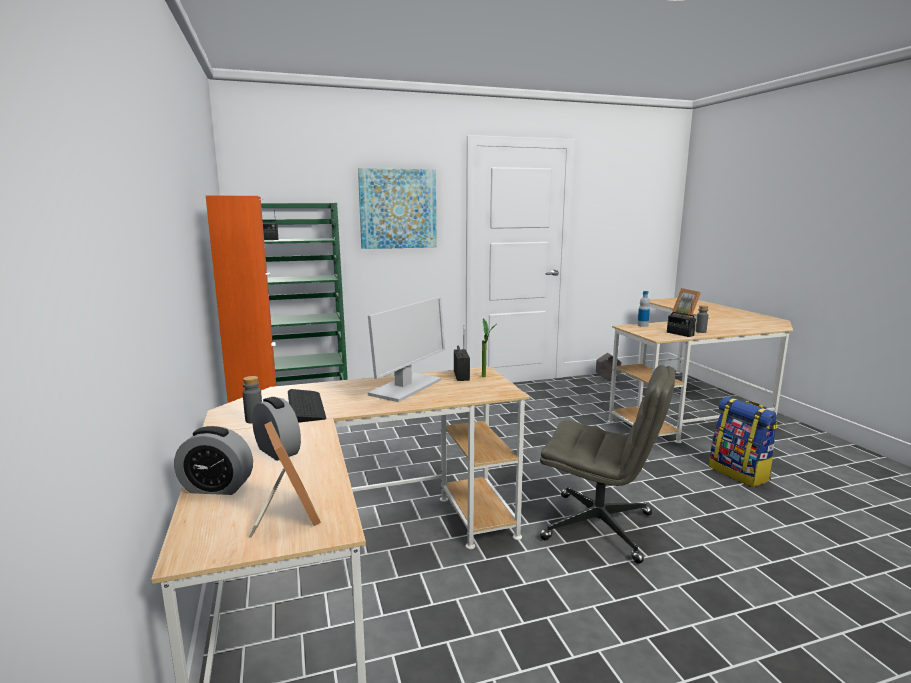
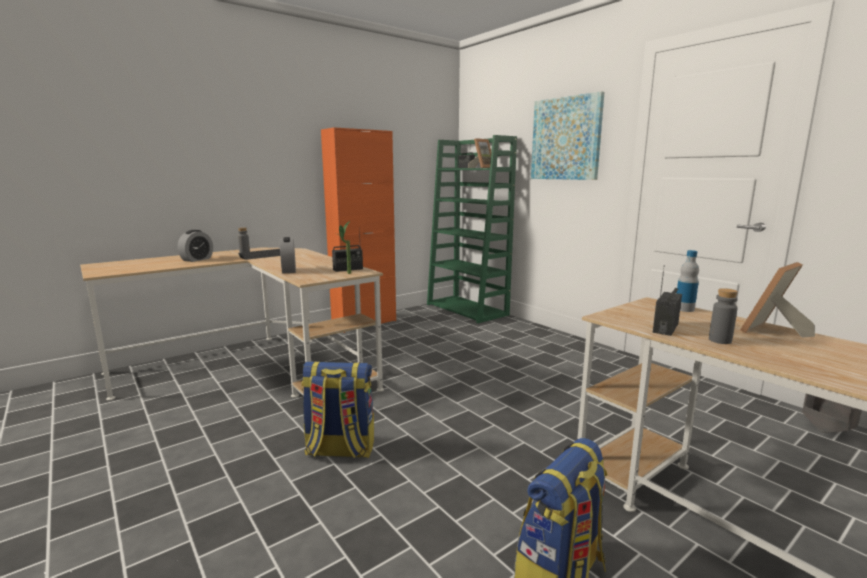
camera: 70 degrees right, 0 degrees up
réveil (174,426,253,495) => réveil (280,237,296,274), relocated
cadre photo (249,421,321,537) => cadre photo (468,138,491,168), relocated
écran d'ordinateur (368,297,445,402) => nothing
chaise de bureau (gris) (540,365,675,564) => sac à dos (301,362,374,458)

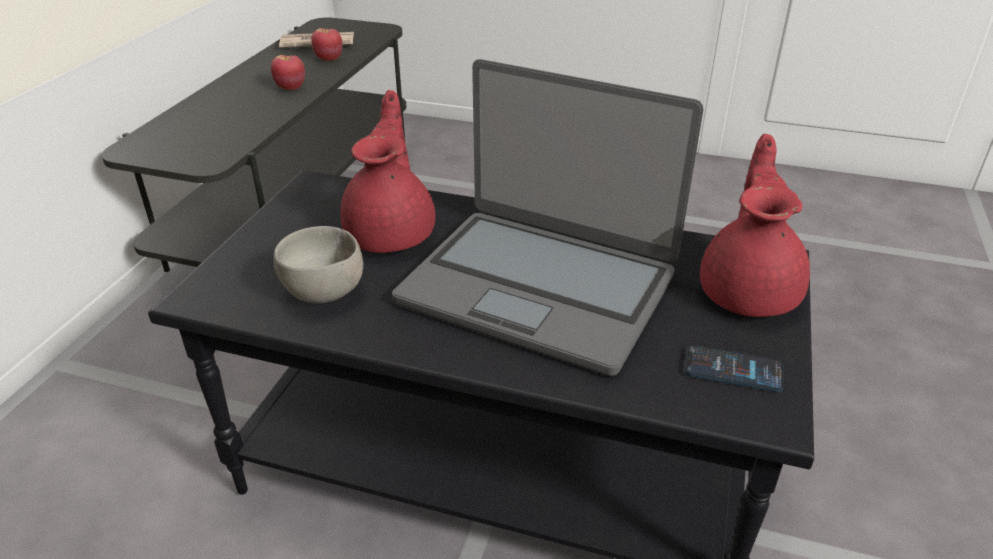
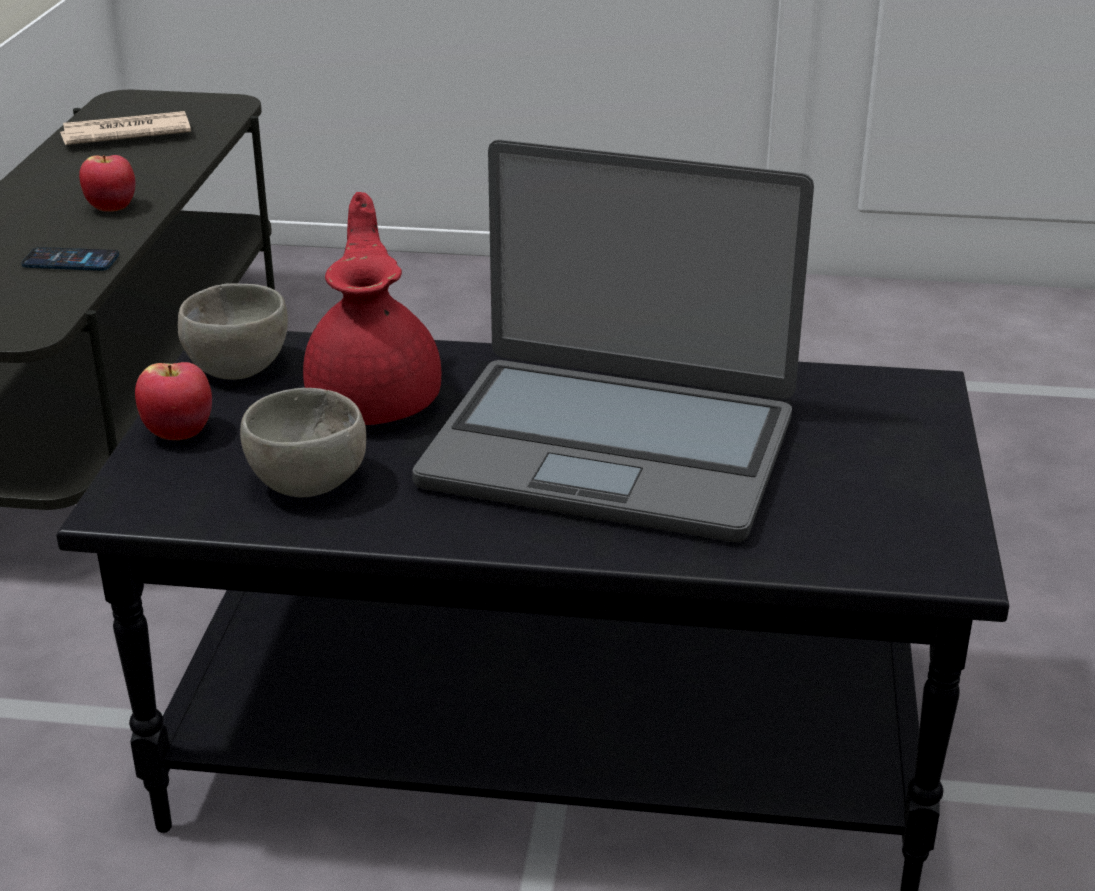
camera: 10 degrees left, 5 degrees down
pomme (311,28,343,61) => pomme (135,362,212,440), relocated
téléphone (684,345,784,392) => téléphone (21,247,119,271), relocated
théière (rouge) (700,134,810,317) => nothing
nothing => bol (gris) (178,283,288,380)

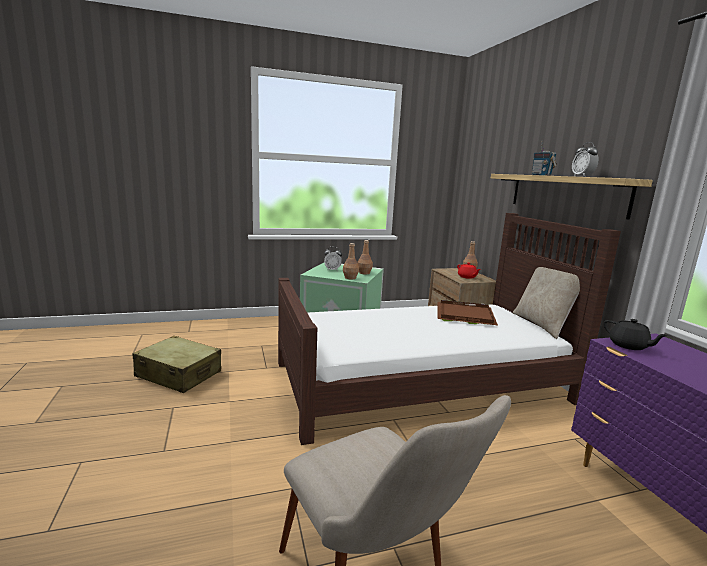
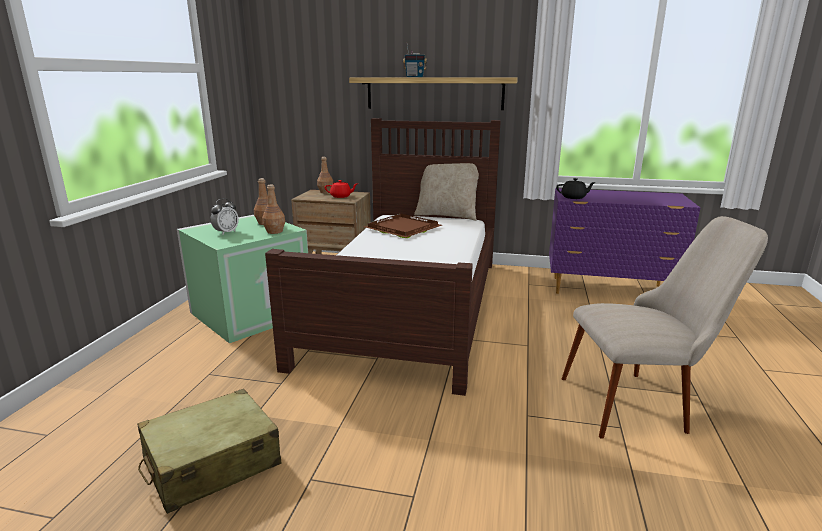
camera: 60 degrees left, 5 degrees up
réveil (572,142,599,177) => nothing

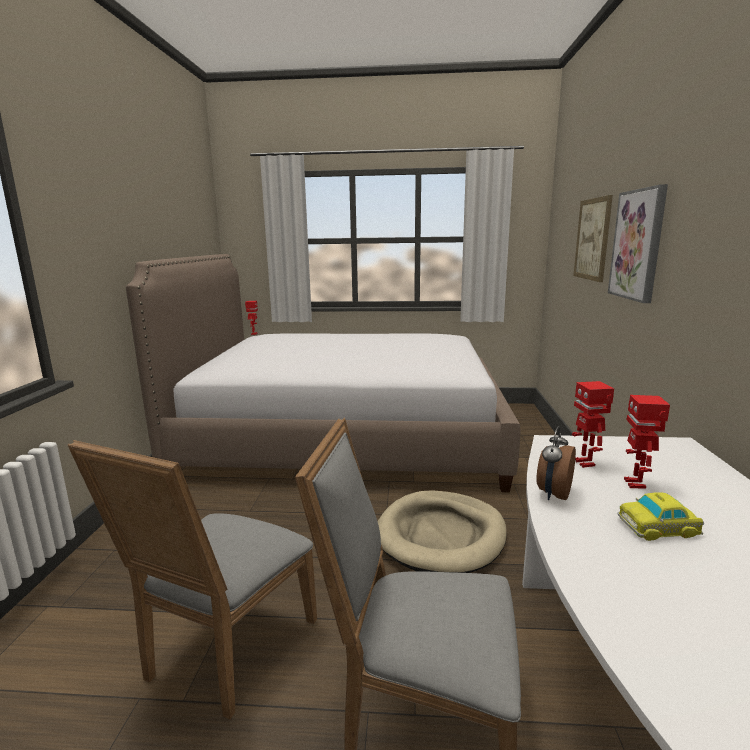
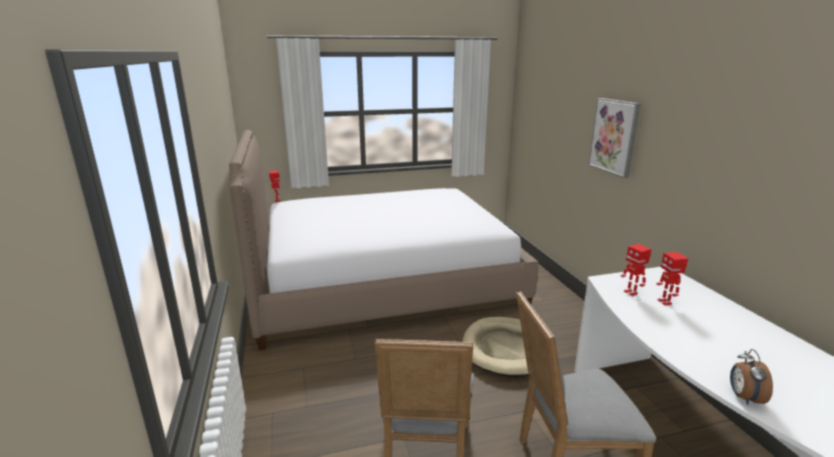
camera: 20 degrees left, 5 degrees up
réveil (536,426,576,500) => réveil (730,349,773,405), relocated
tableau (573,195,613,282) => nothing
petite voiture (618,492,704,541) => nothing

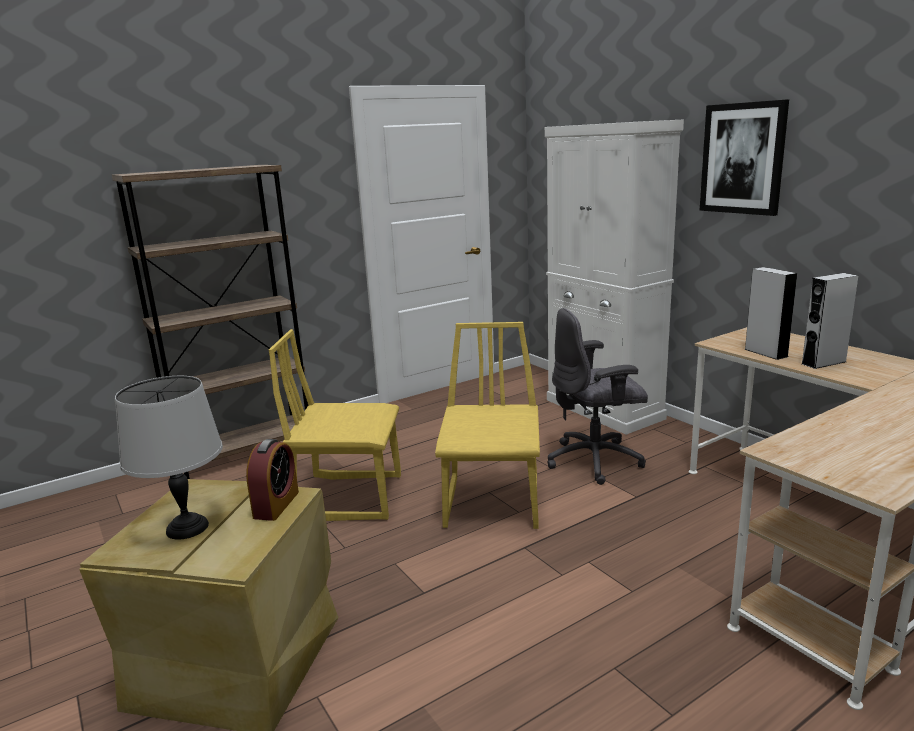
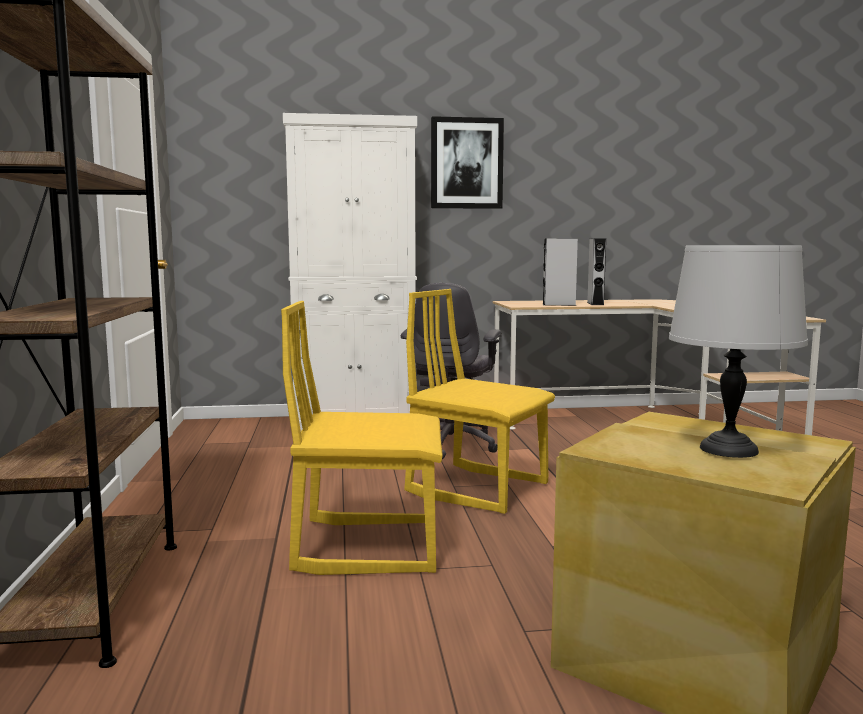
camera: 65 degrees left, 10 degrees down
réveil (246,439,299,521) => nothing
chaise (jaune) (269,329,401,521) => chaise (jaune) (281,301,443,575), 60 degrees clockwise

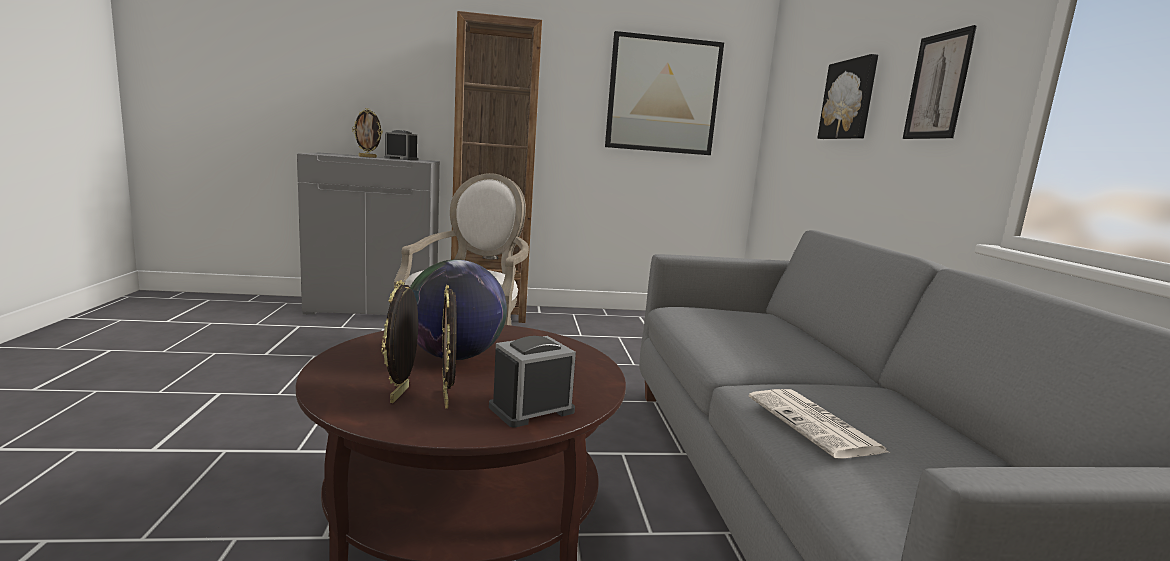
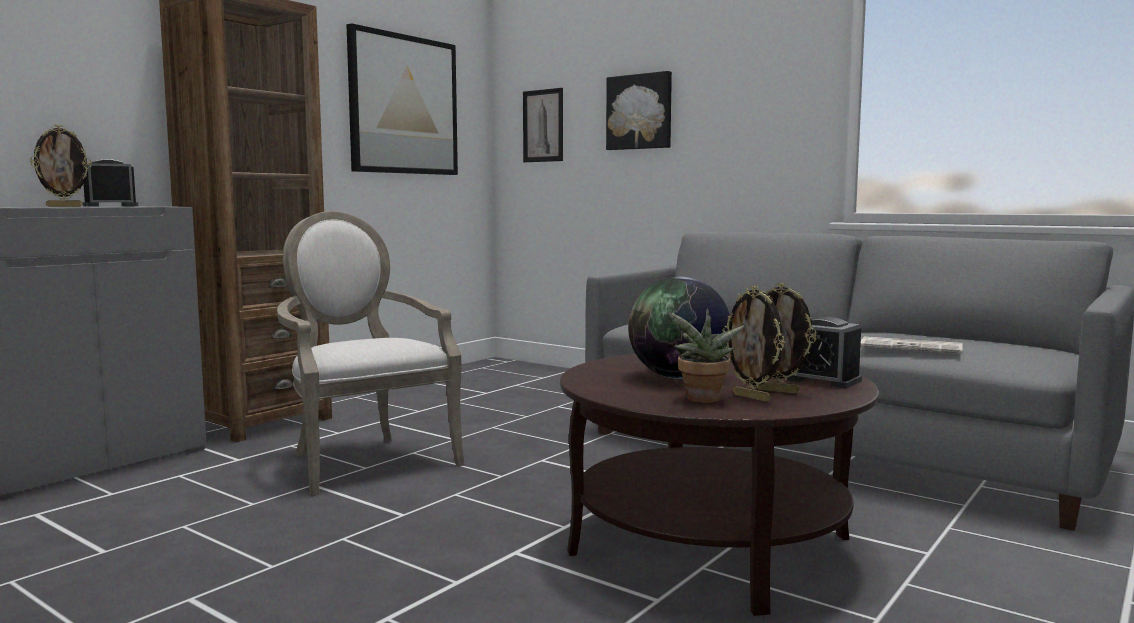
camera: 45 degrees left, 5 degrees down
réveil (489,336,576,428) => réveil (786,317,862,388), 60 degrees counterclockwise
tableau (903,25,977,139) => tableau (523,88,563,162), relocated
nothing => plante en pot (667,308,745,403)

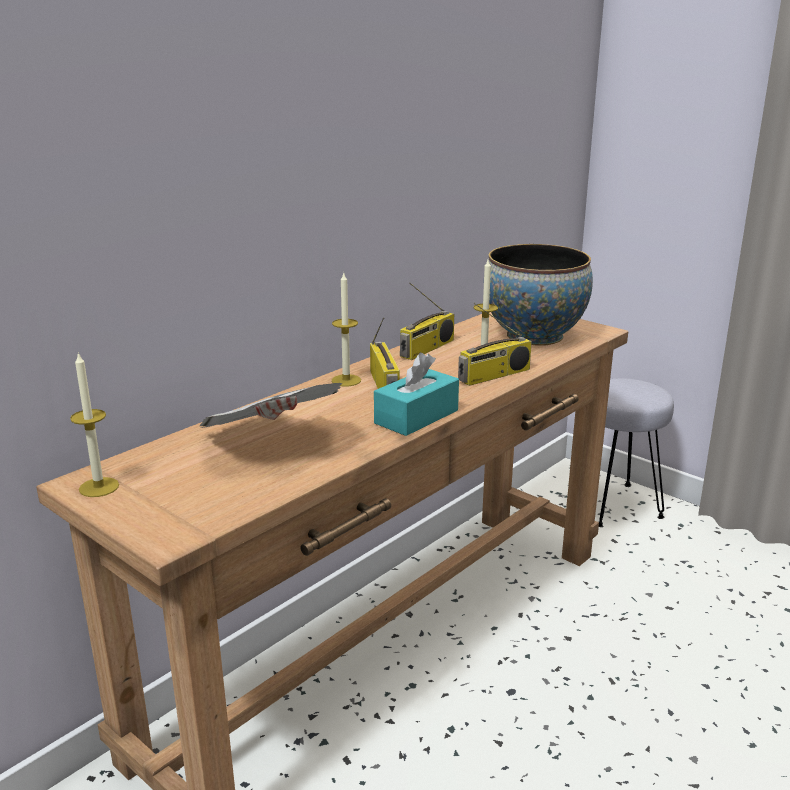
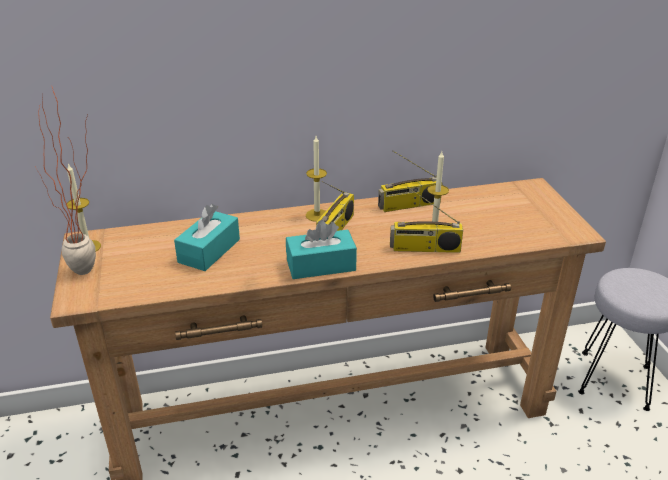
camera: 35 degrees right, 10 degrees up
journal (200,383,343,428) => boîte à mouchoirs (turquoise) (174,204,240,271)
bol (489,244,593,345) => nothing
nothing => plante en pot (35,87,96,275)

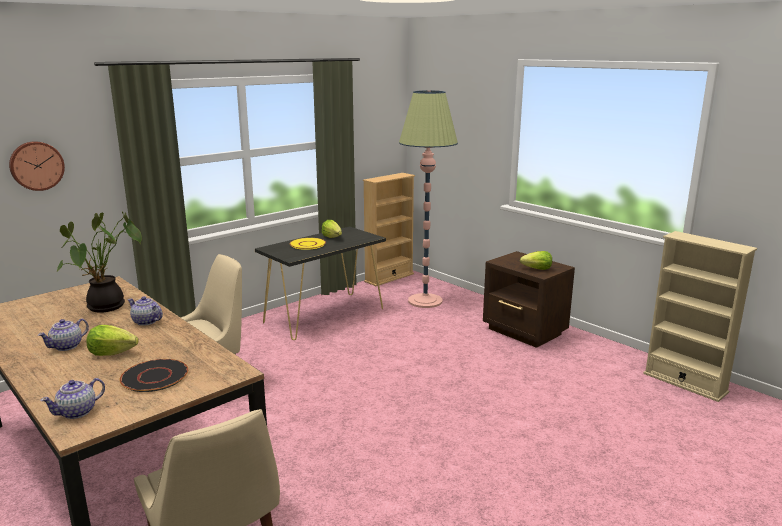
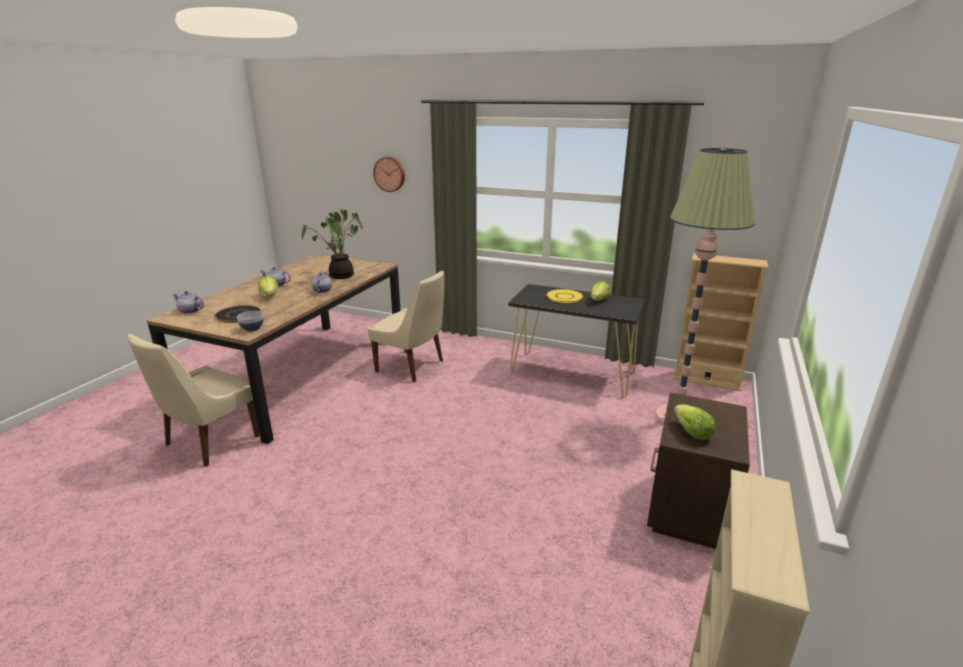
camera: 65 degrees right, 5 degrees up
nothing => bol (237,311,264,331)

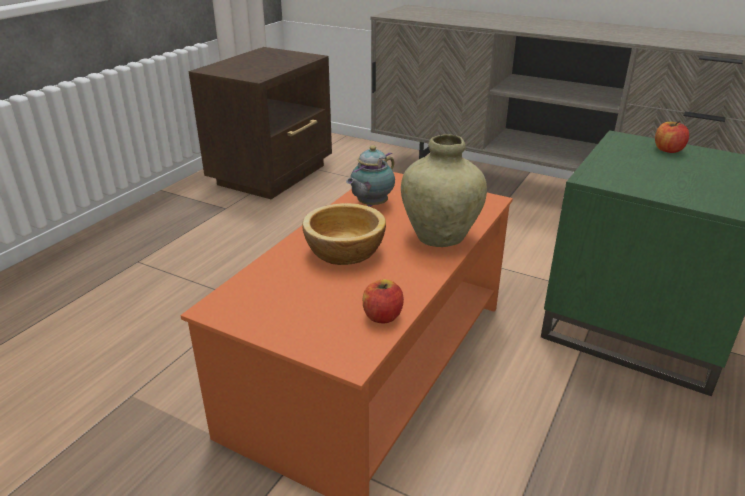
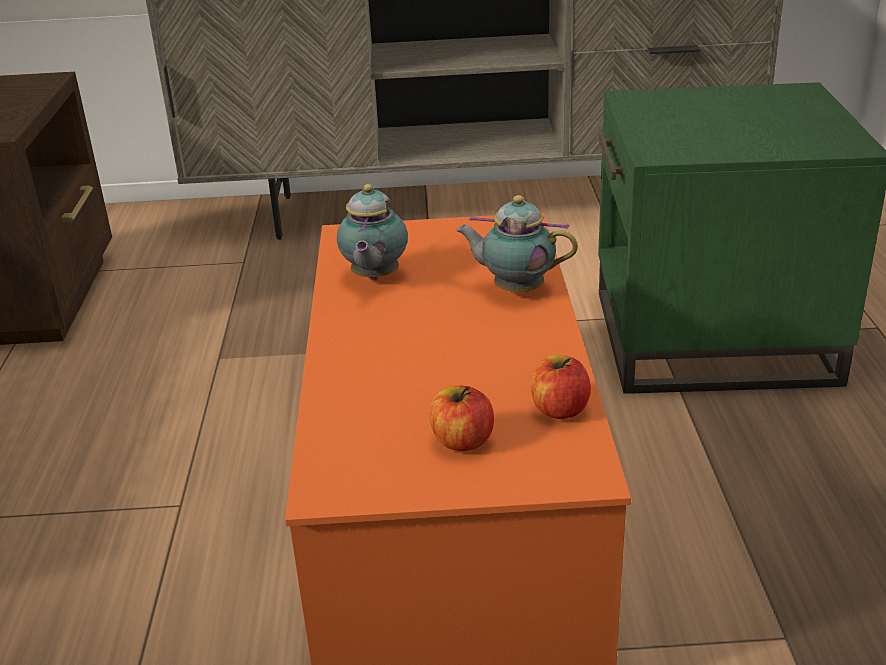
camera: 30 degrees left, 0 degrees up
bol (302,203,386,265) => nothing
vase (beige) (401,134,487,247) => théière (456,195,578,292)
pomme (655,121,689,153) => pomme (430,386,494,451), relocated

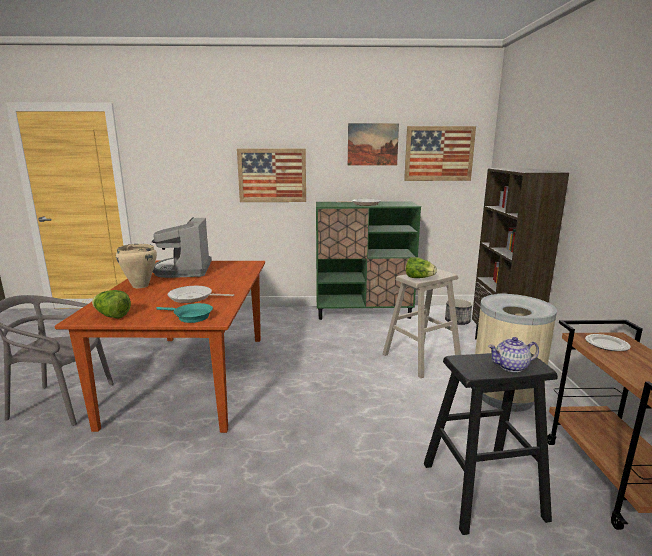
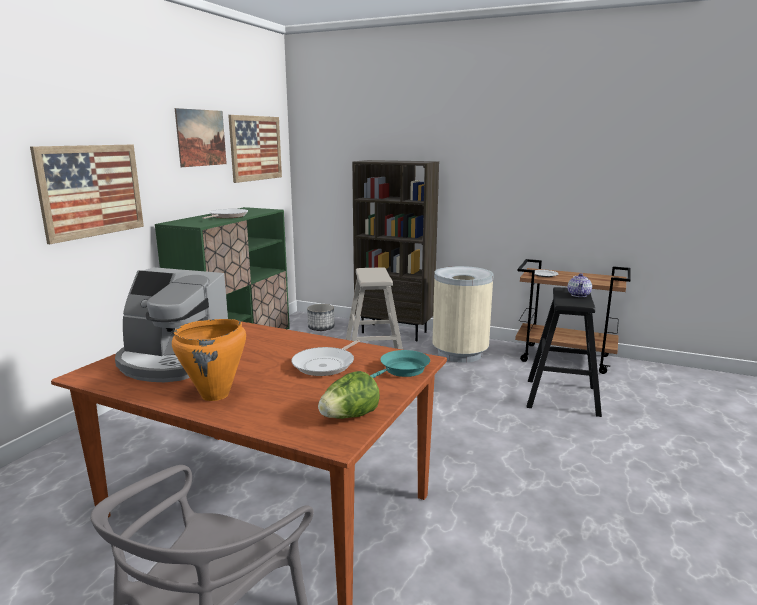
camera: 65 degrees left, 0 degrees up
marmite (beige) (116,244,157,288) => marmite (orange) (172,319,246,401)
laitue (406,257,437,278) => nothing

